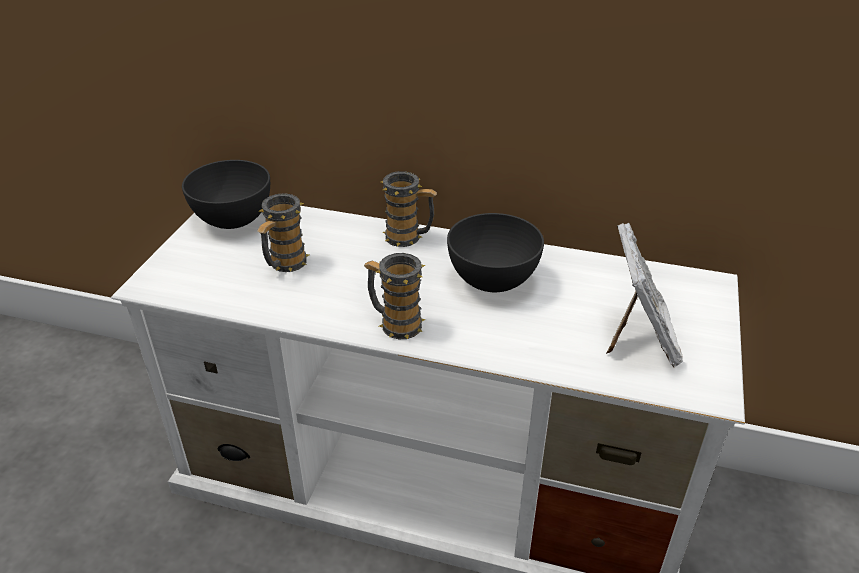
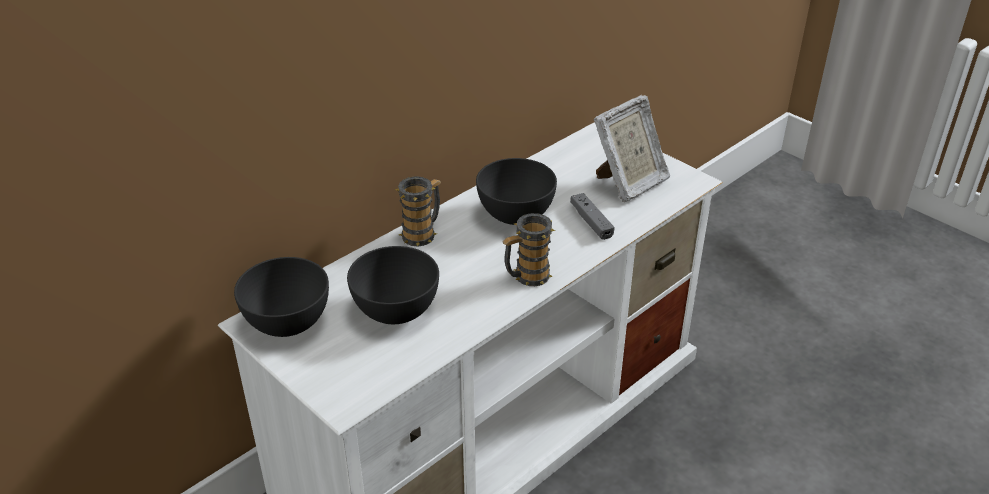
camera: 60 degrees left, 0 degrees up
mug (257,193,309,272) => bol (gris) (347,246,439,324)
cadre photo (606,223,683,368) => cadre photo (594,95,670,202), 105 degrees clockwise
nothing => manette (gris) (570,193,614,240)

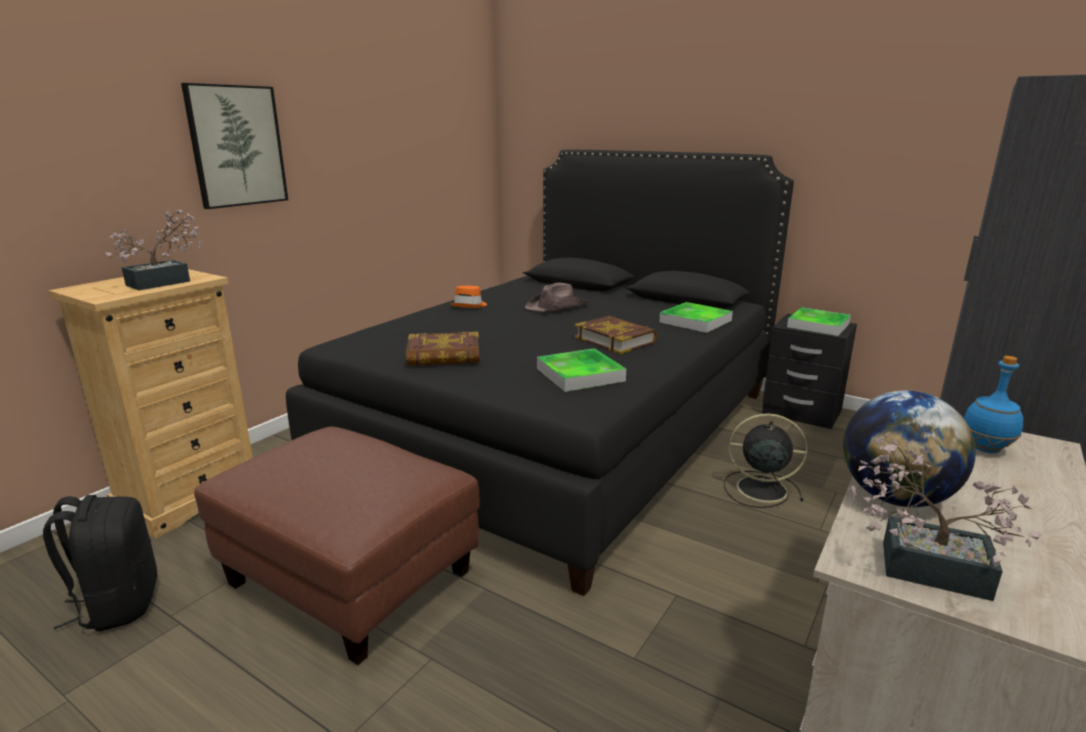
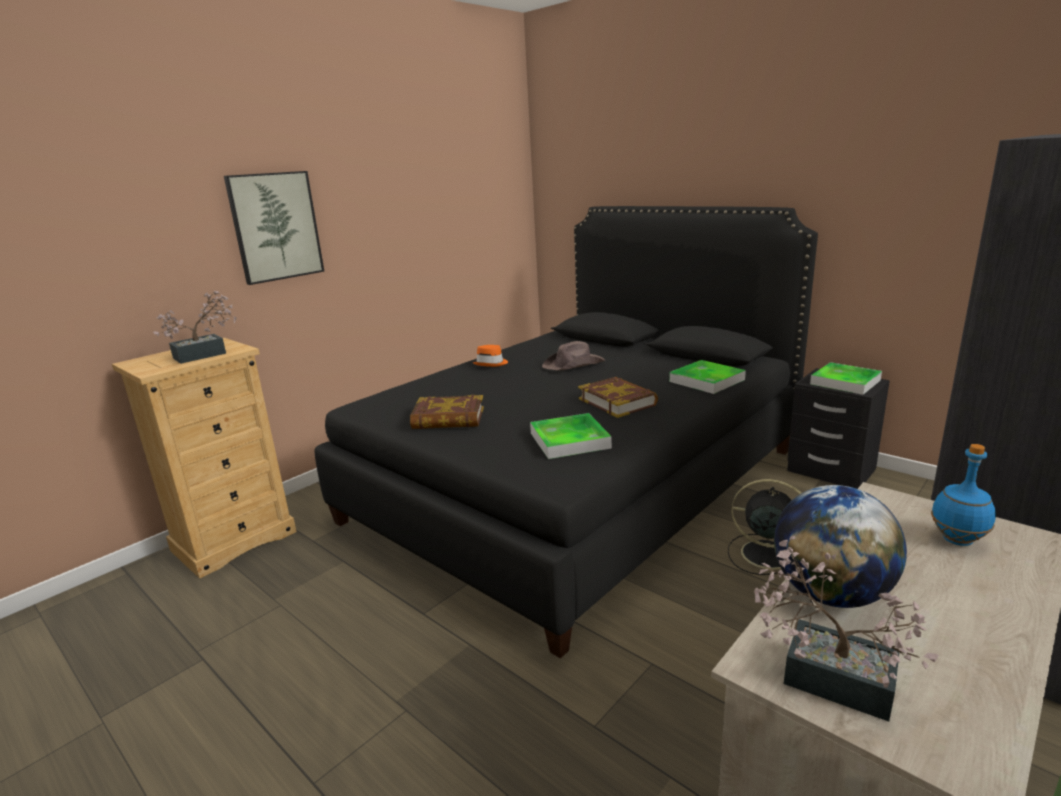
camera: 10 degrees right, 0 degrees up
sac à dos (noir) (43,495,158,631) => nothing
pouf (marron) (194,427,480,665) => nothing

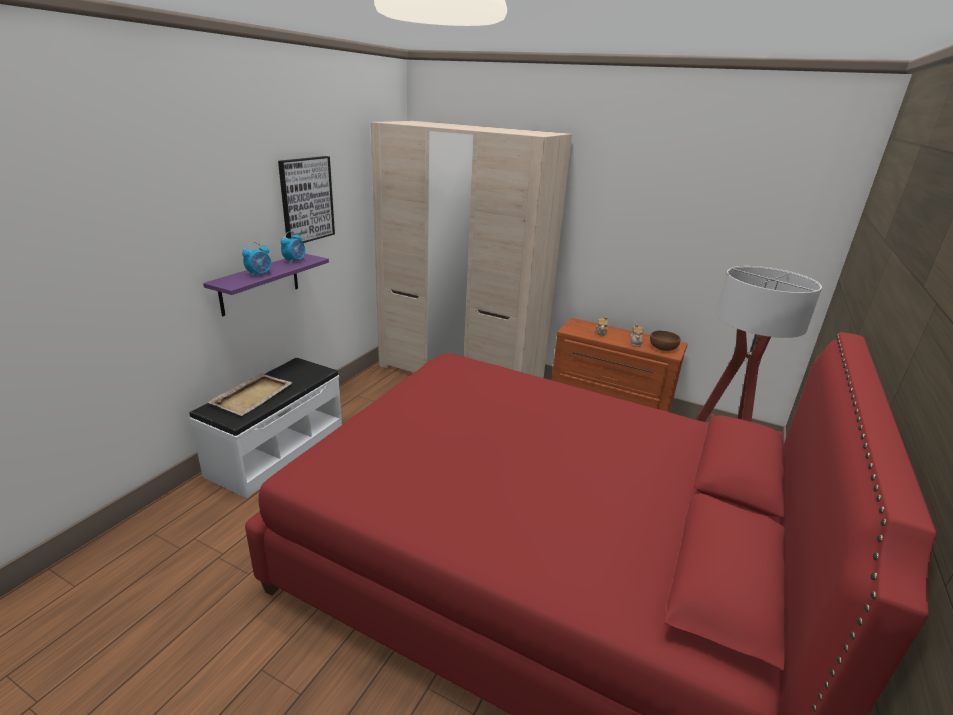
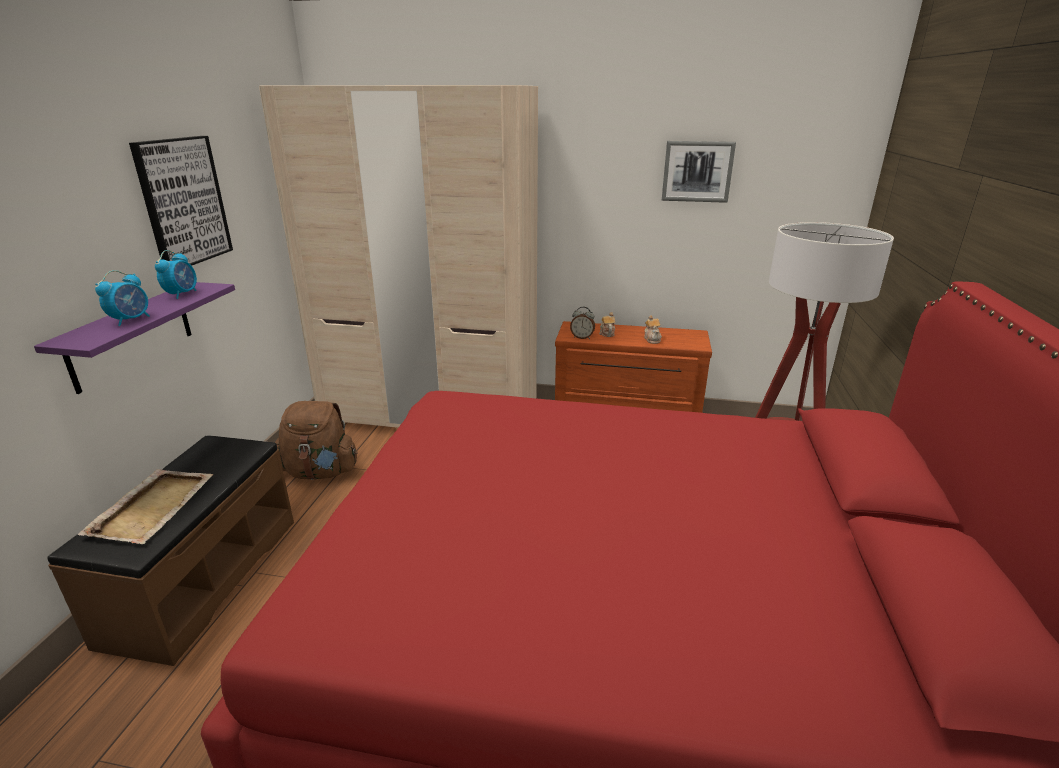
camera: 15 degrees left, 0 degrees up
banc (blanc) (189,358,342,498) => banc (marron) (47,435,294,666)
bol (marron) (650,331,681,351) => nothing
nothing => sac à dos (marron) (275,401,357,480)
nothing => réveil (570,307,595,339)
nothing => tableau (662,141,736,203)

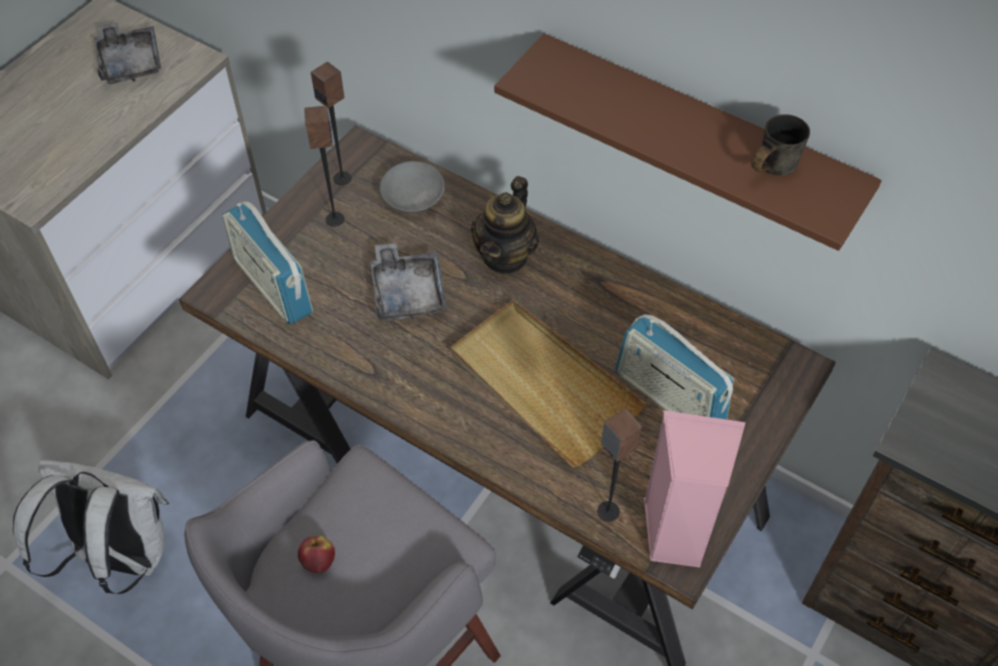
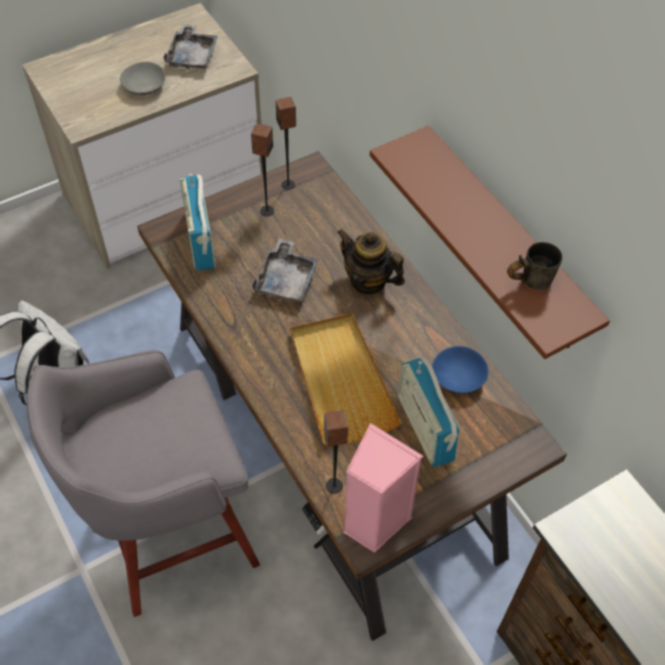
camera: 25 degrees right, 0 degrees up
pomme (298,536,335,573) => nothing
bol (gris) (380,161,445,213) => bol (gris) (120,62,166,95), relocated
théière (471,176,539,274) => théière (337,229,405,295), 75 degrees clockwise
nothing => bol (bleu) (432,346,489,393)

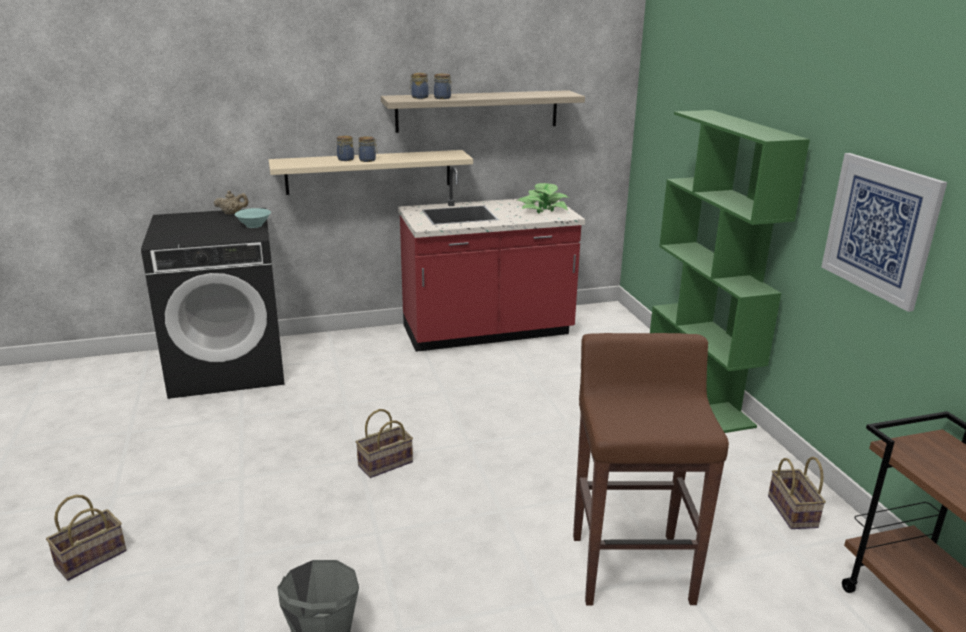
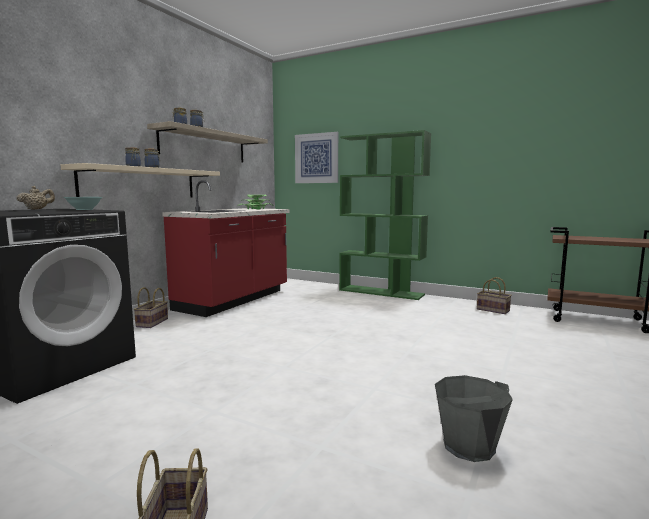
camera: 45 degrees left, 15 degrees down
panier (356,409,413,478) => panier (134,287,168,328), relocated
tabouret (marron) (573,333,729,606) => nothing
tableau (821,153,947,312) => tableau (295,132,338,183), relocated

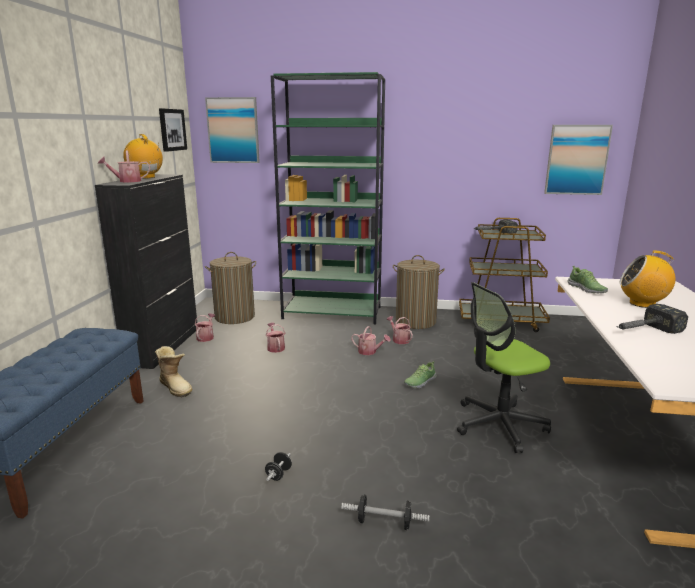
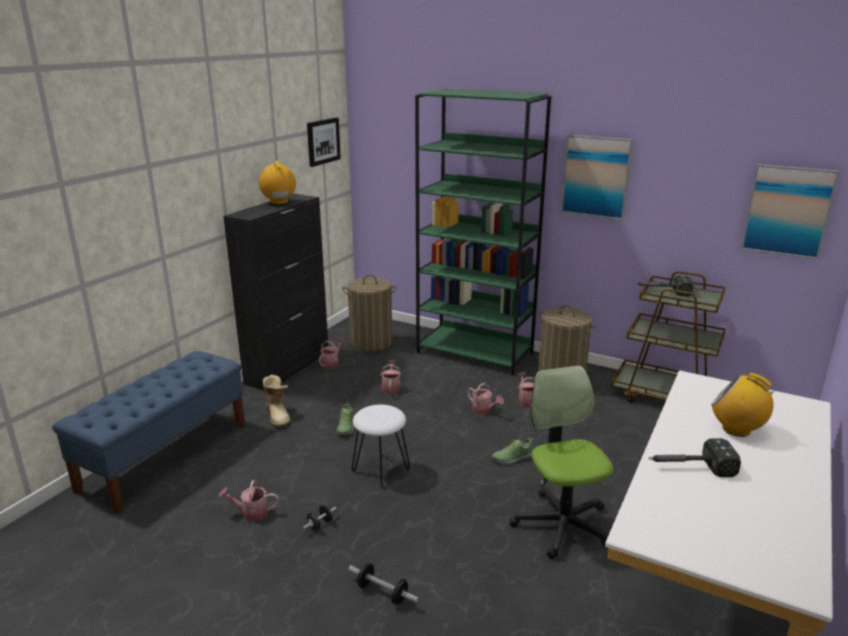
camera: 20 degrees right, 5 degrees up
arrosoir (97,150,150,182) => arrosoir (219,480,279,521), relocated
tableau (205,97,260,163) => tableau (561,135,633,220), relocated
chaise de bureau (457,282,551,453) => chaise de bureau (509,365,614,559), 75 degrees clockwise
chaussure (567,266,608,293) => chaussure (337,402,354,435), relocated
nothing => tabouret (blanc) (352,405,410,489)

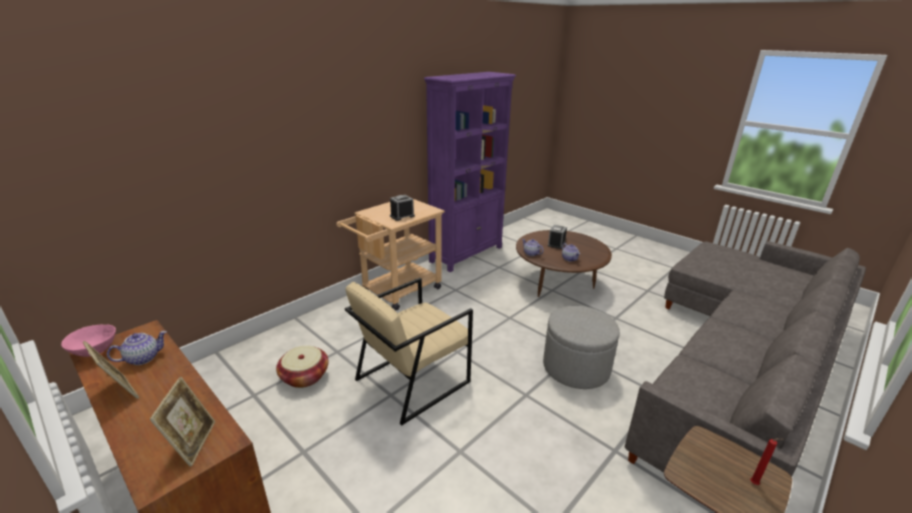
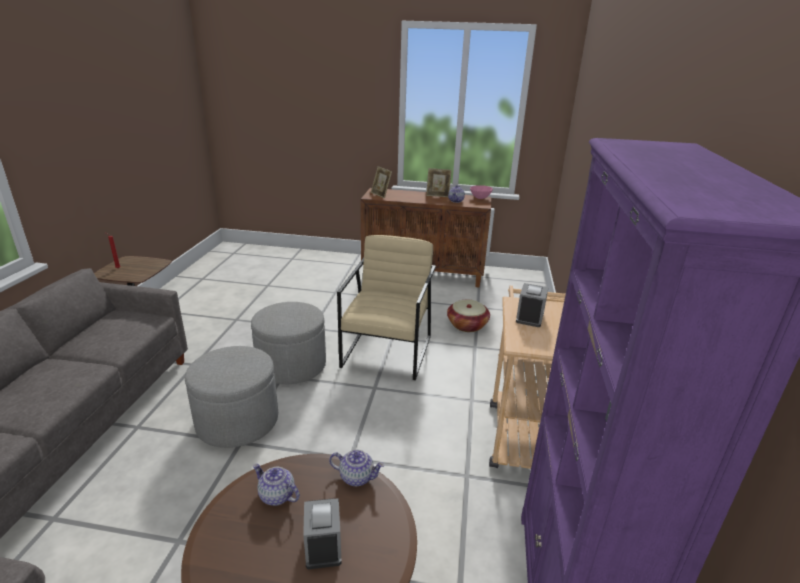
camera: 145 degrees right, 0 degrees up
nothing => pouf (gris) (251,302,326,384)

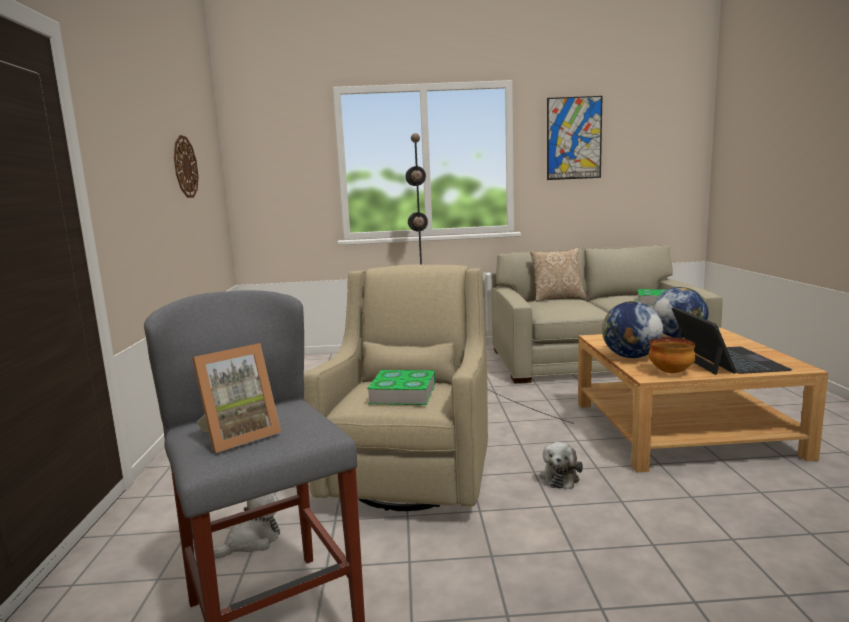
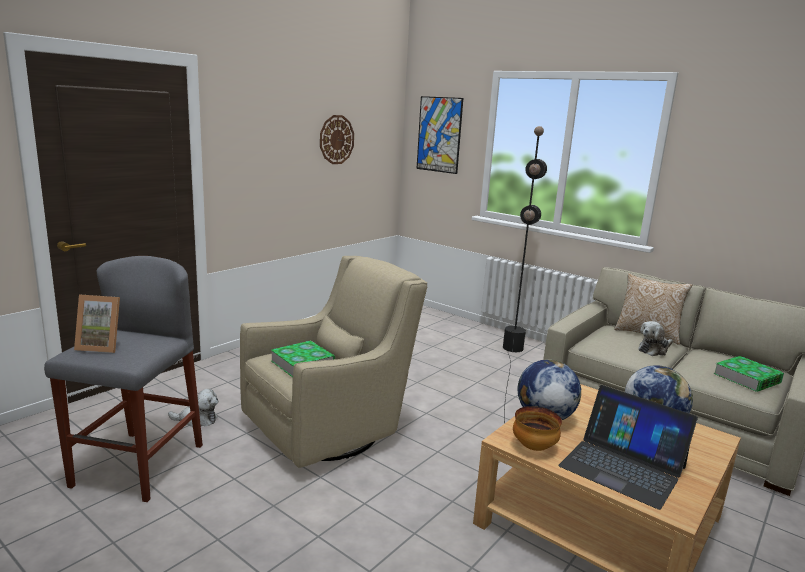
camera: 40 degrees right, 5 degrees up
peluche (539,442,583,489) => peluche (638,321,673,356), relocated
tableau (547,96,602,180) => tableau (416,96,463,174), relocated
ordinateur portable (672,307,792,375) => ordinateur portable (559,385,698,510), 90 degrees clockwise

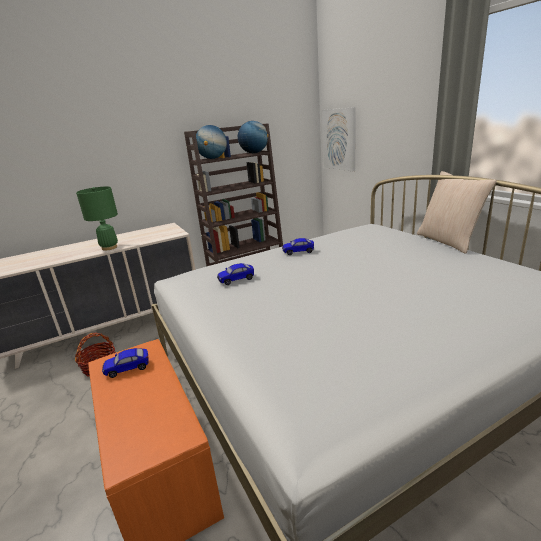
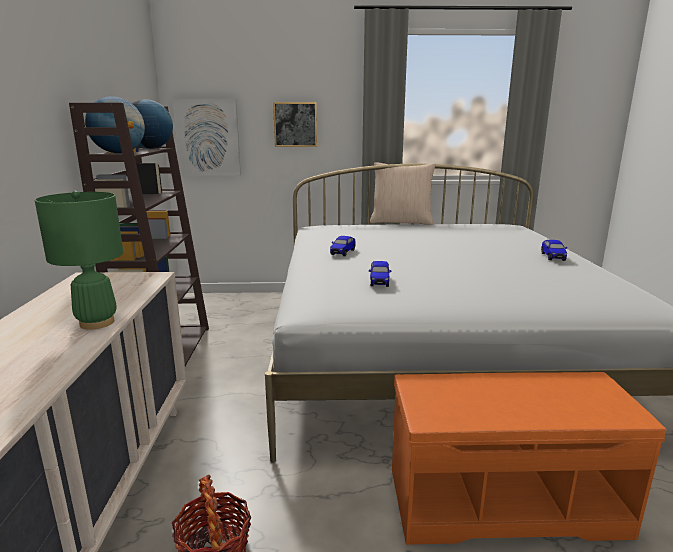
camera: 65 degrees left, 5 degrees down
petite voiture (102,348,148,378) => petite voiture (541,240,567,261), relocated
nothing => tableau (273,102,317,147)

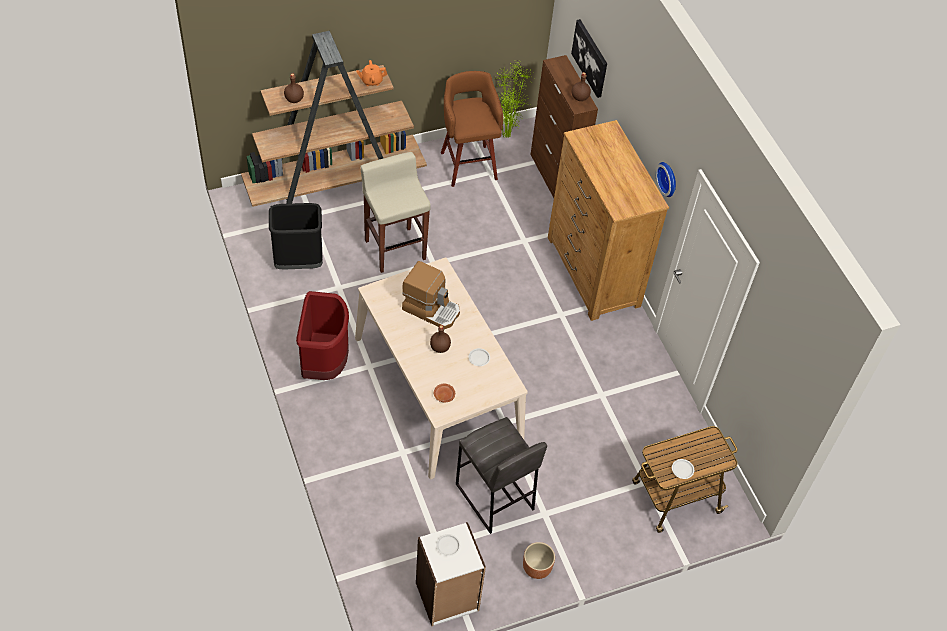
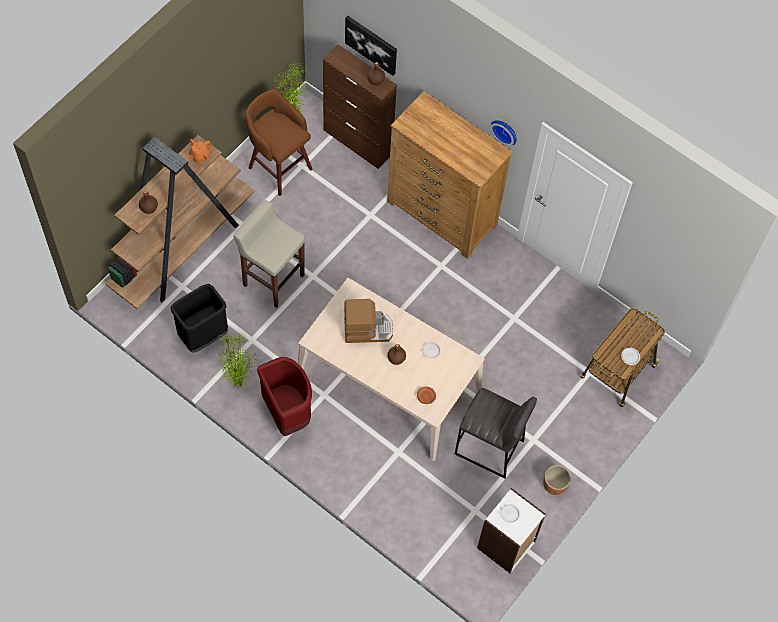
camera: 30 degrees left, 10 degrees up
nothing => plante en pot (219,330,256,389)

